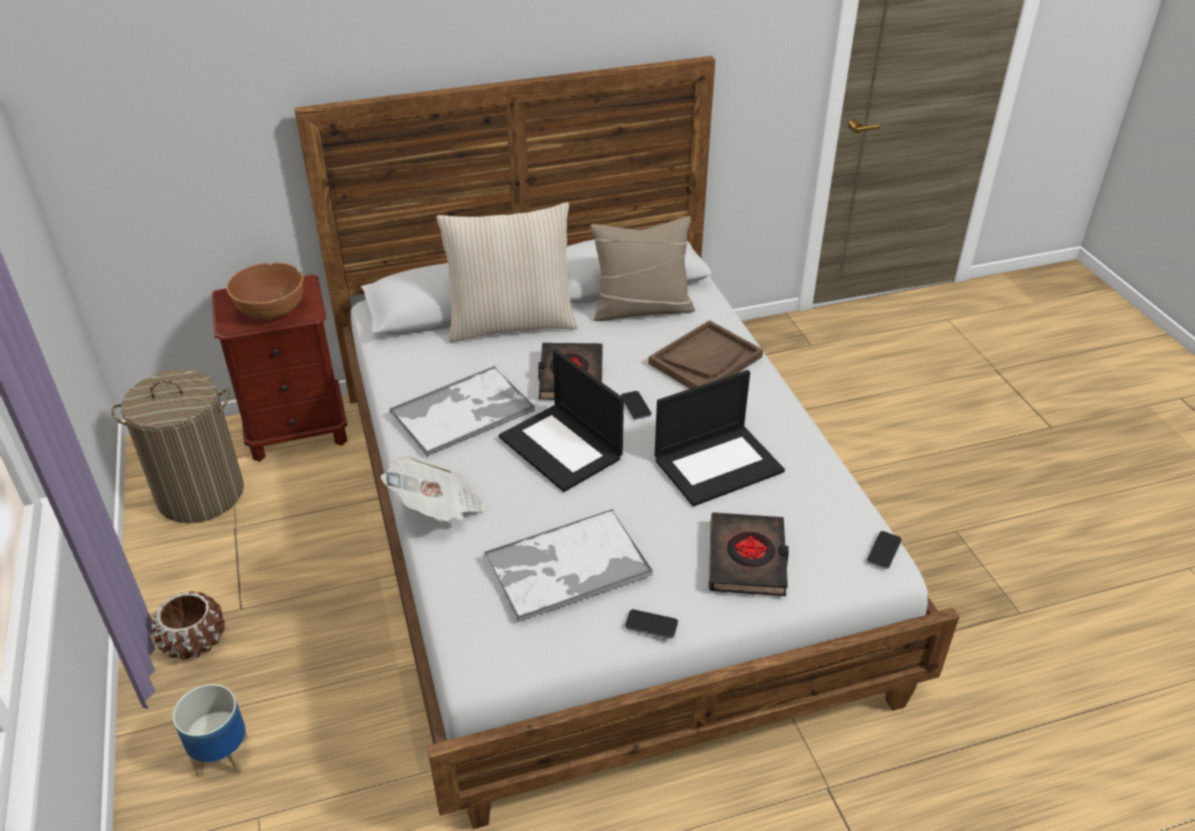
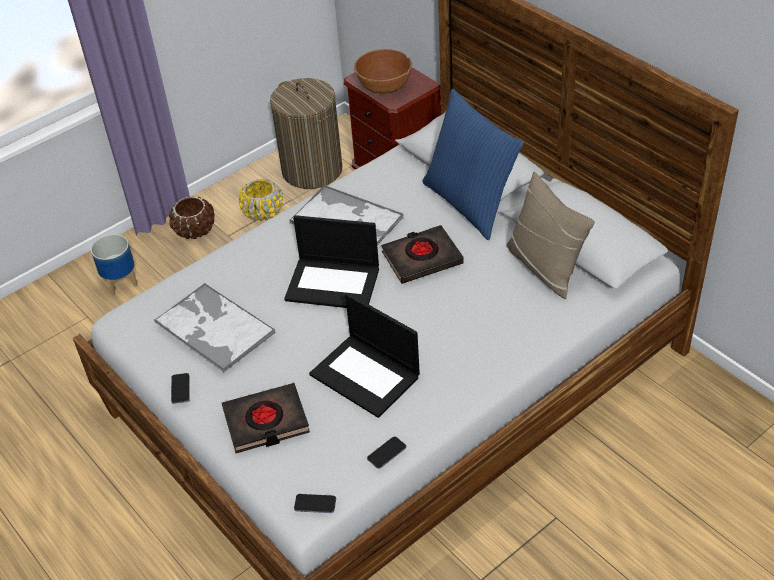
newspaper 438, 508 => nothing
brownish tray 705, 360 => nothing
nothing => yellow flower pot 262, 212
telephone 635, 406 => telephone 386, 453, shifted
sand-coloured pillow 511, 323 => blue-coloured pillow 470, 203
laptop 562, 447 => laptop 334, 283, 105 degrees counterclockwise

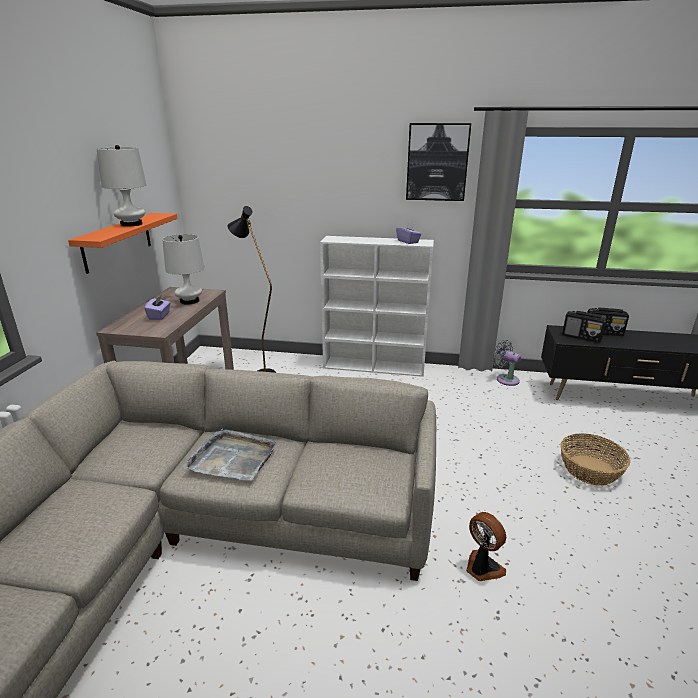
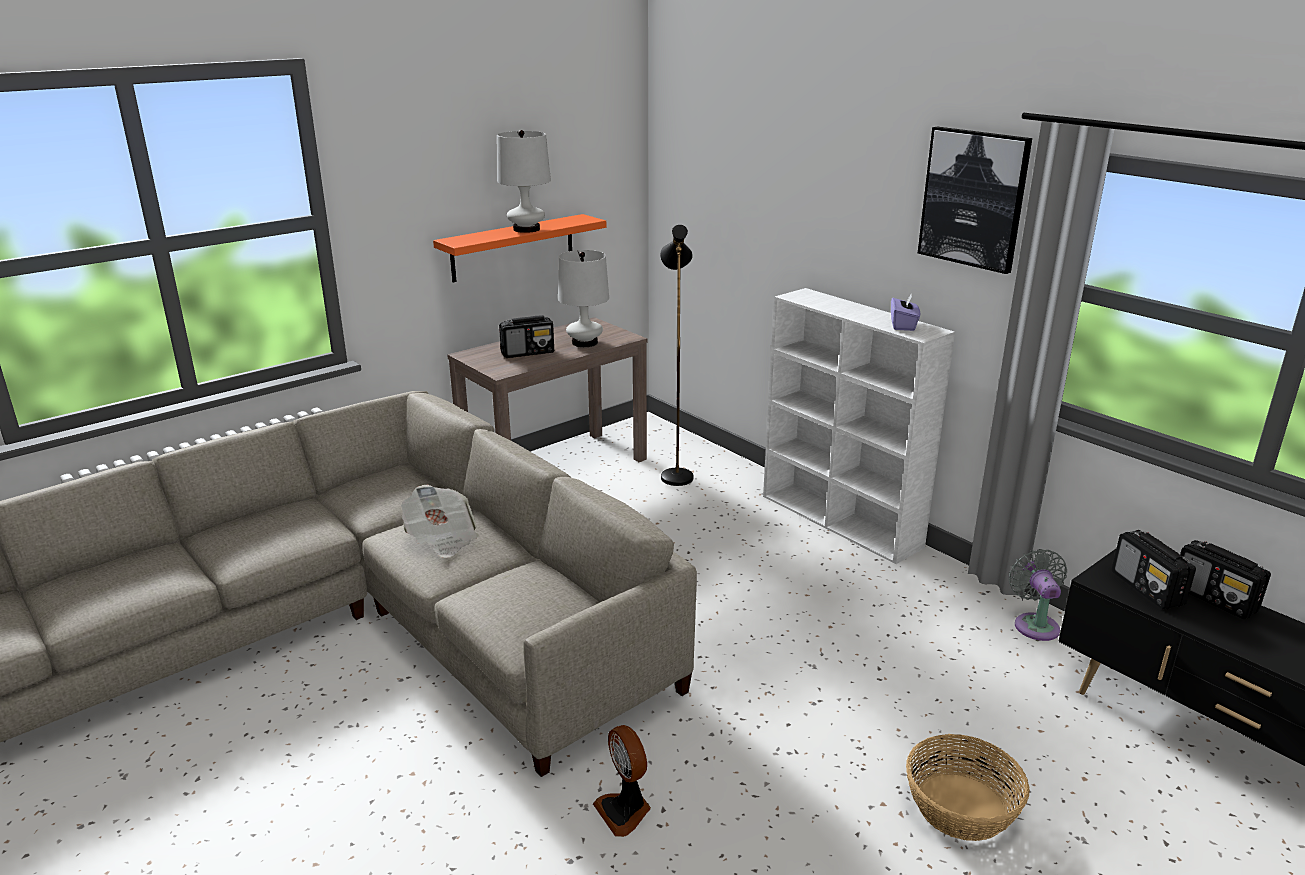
purple box of tissues 159, 316 => radio set 528, 353
grey tray 233, 458 => newspaper 441, 538
electric fan 482, 568 => electric fan 625, 811, 150 degrees clockwise

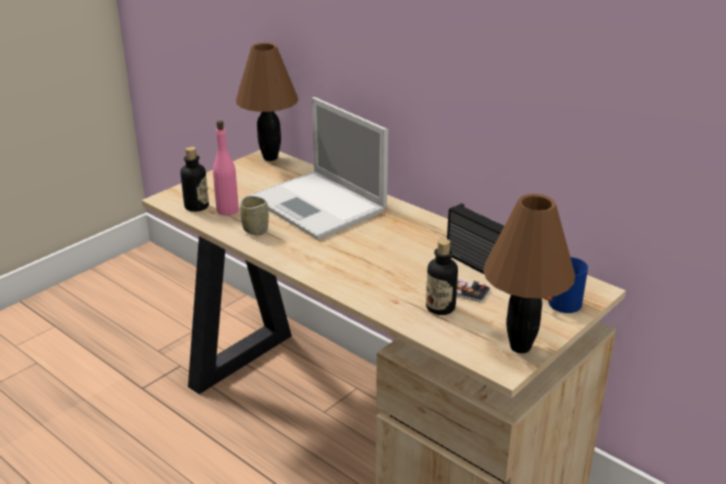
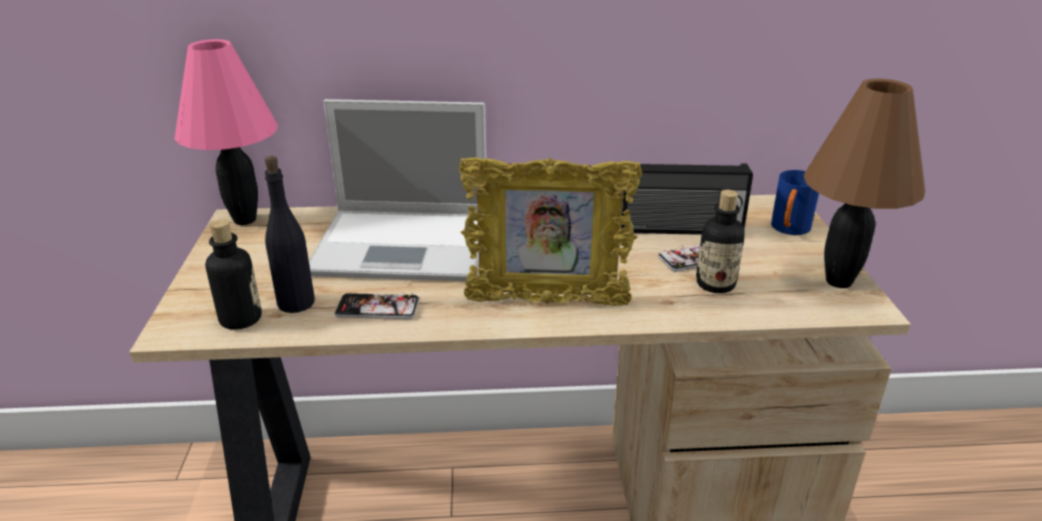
nothing => standing frame 547, 302
small cup 255, 230 => telephone 377, 308
pinkish drink bottle 227, 210 => black-coloured drink bottle 296, 303
brownish lamp for a table 270, 157 => pinkish lamp for a table 244, 220

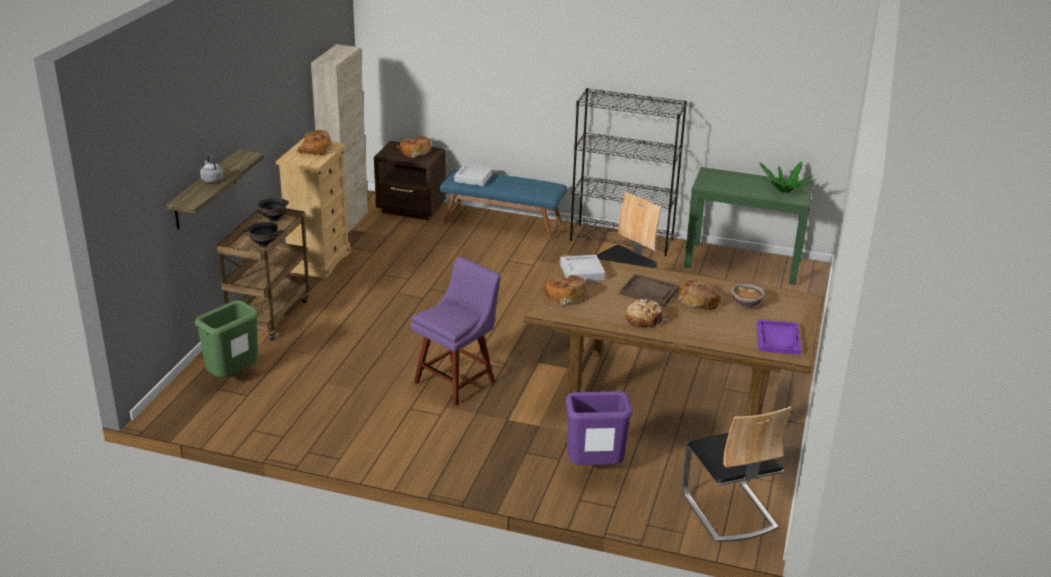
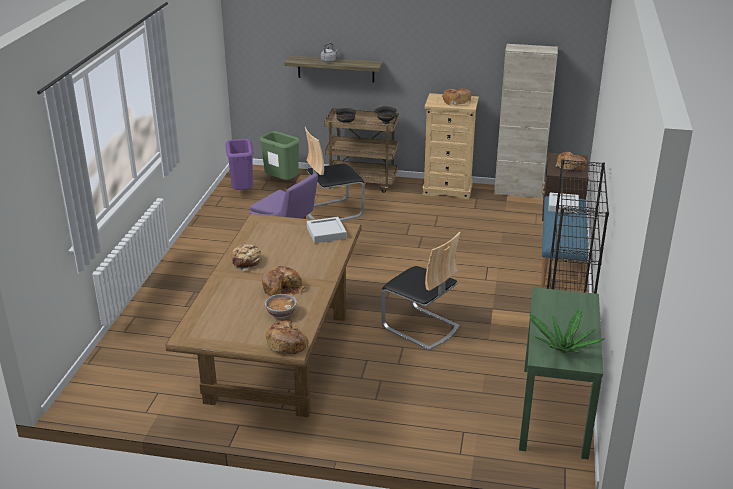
brownish tray 649, 291 => nothing
purple tray 778, 339 => nothing
bread 564, 295 => bread 287, 343, shifted
purple trash can 594, 469 => purple trash can 242, 191, shifted
plain chair 728, 510 => plain chair 333, 211, shifted

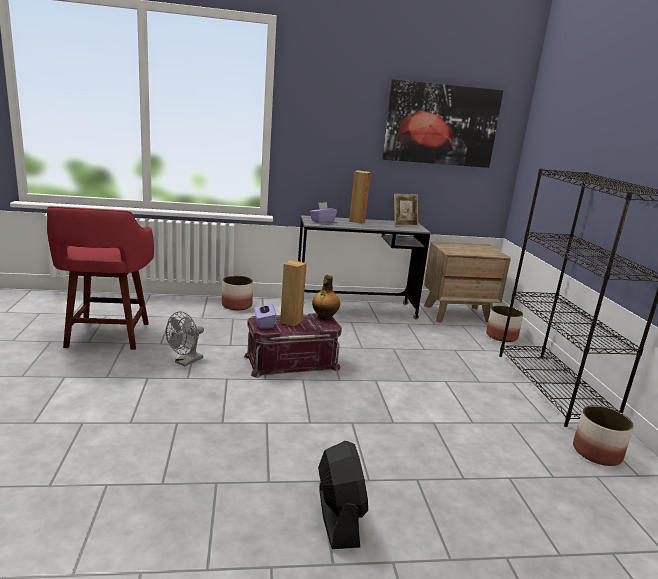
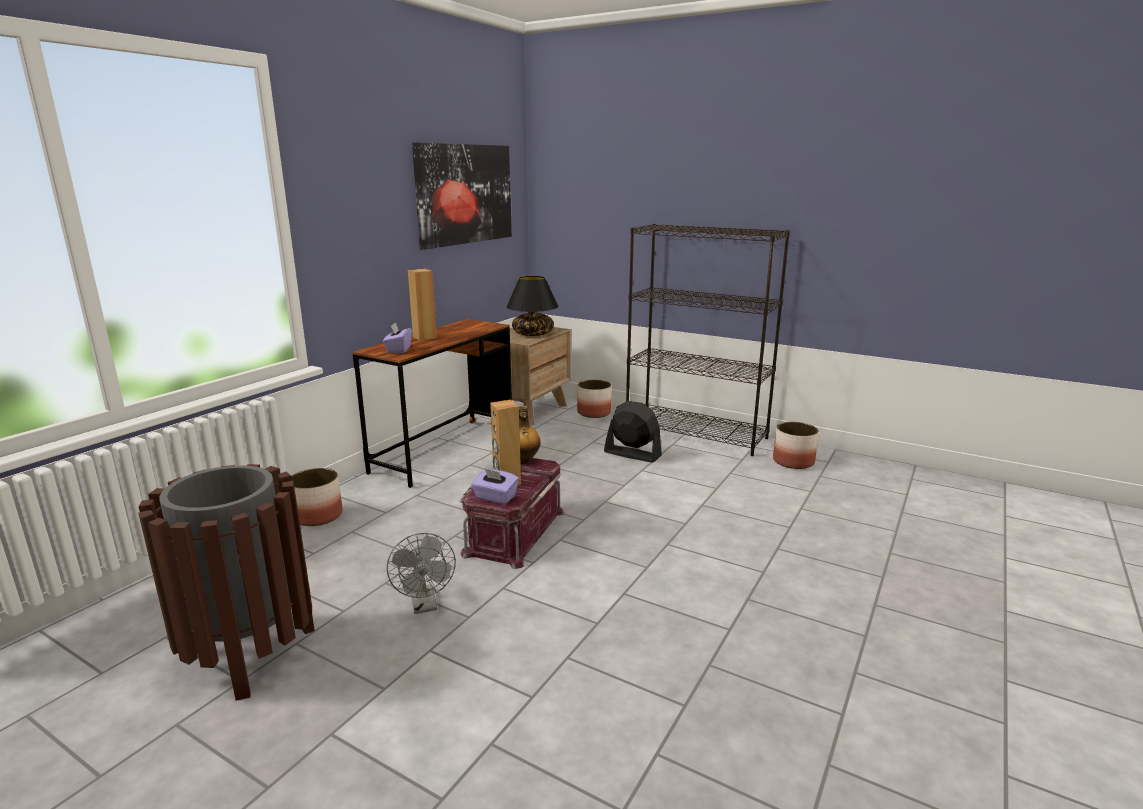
standing frame 404, 225 => nothing
nothing => black-coloured lamp for a table 533, 334
black-coloured electric fan 338, 517 => black-coloured electric fan 632, 454, shifted
red-coloured sitting stool 107, 336 => brownish trash can 249, 655
grey desk unit 355, 309 => brownish desk unit 444, 451

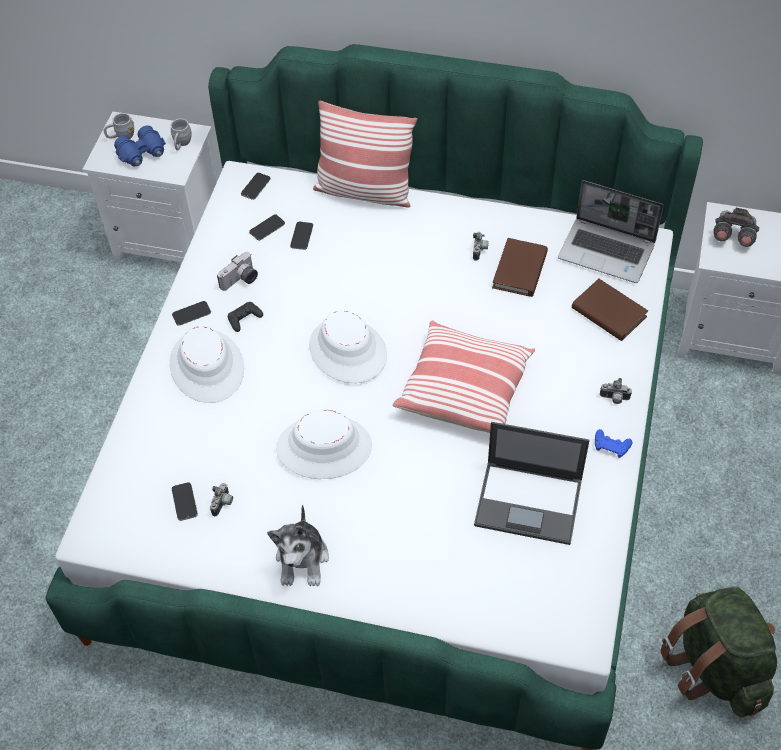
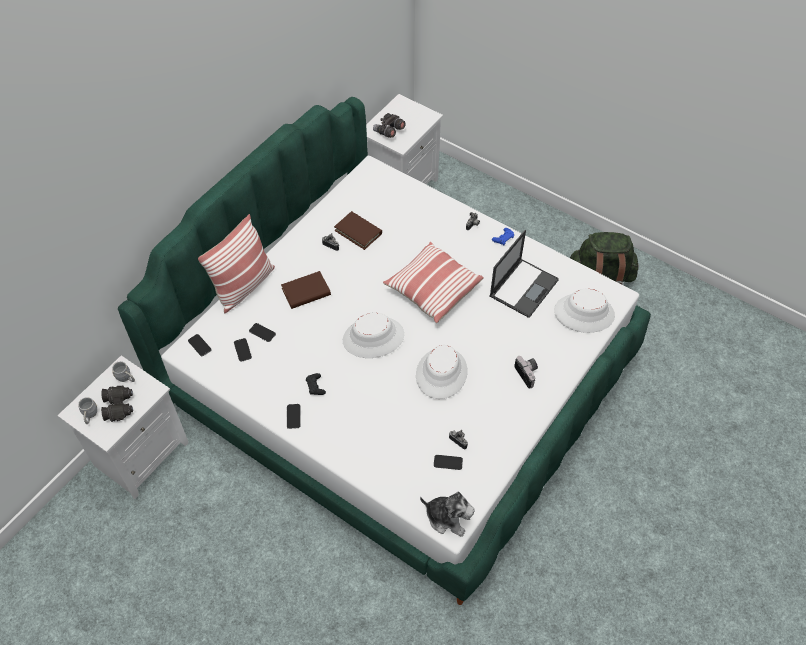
laptop 607, 251 => nothing
whitish clothing hat 207, 366 => whitish clothing hat 584, 313, shifted
still camera 241, 281 => still camera 528, 374, shifted
soft toy 302, 559 => soft toy 448, 517, shifted
brownish book 608, 313 => brownish book 306, 292, shifted
blue-coloured field glasses 143, 154 => black-coloured field glasses 119, 406

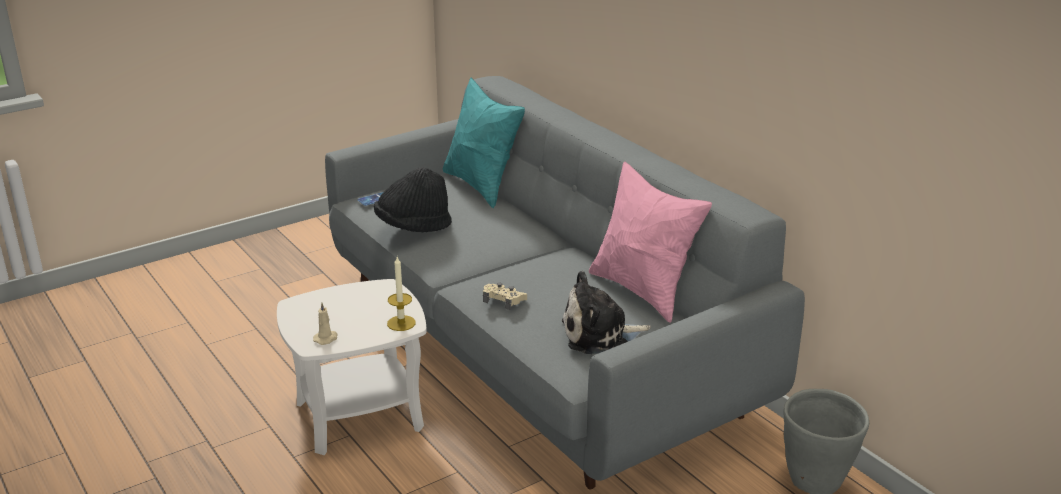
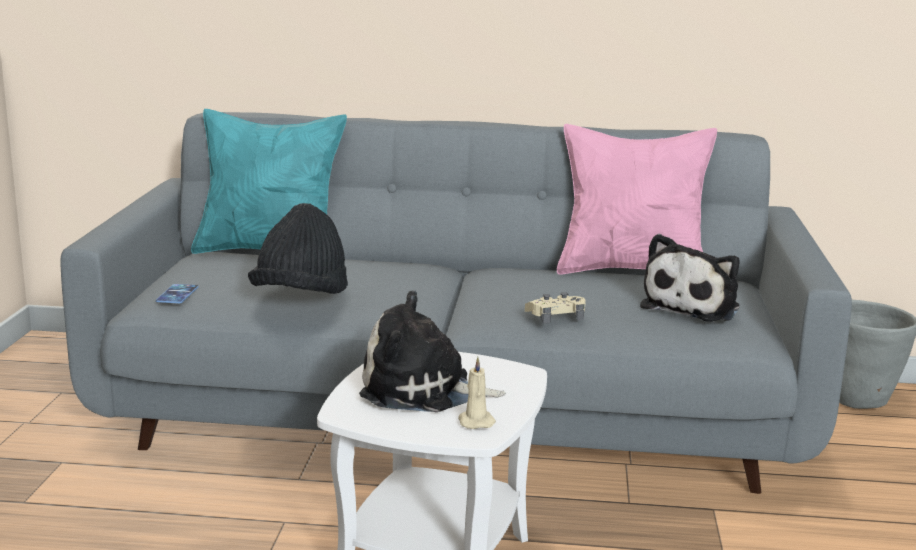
candle 401, 323 => nothing
nothing => soft toy 423, 390

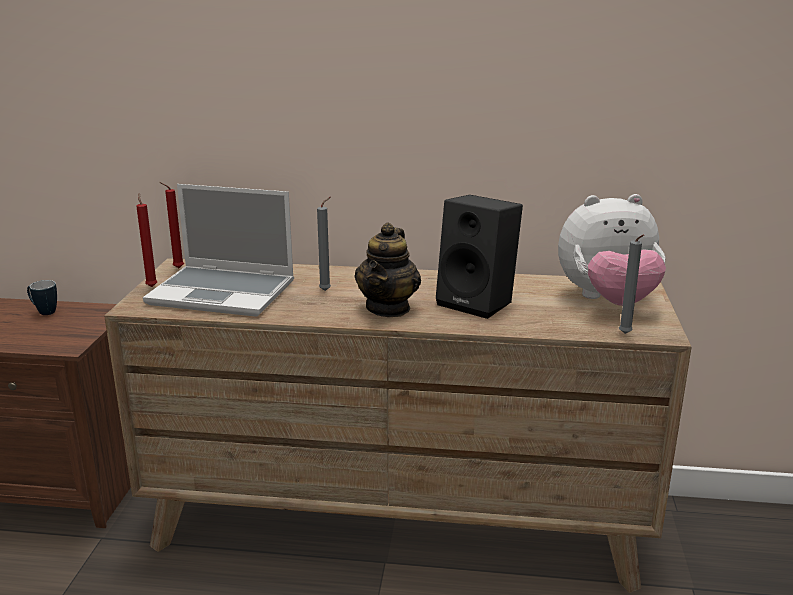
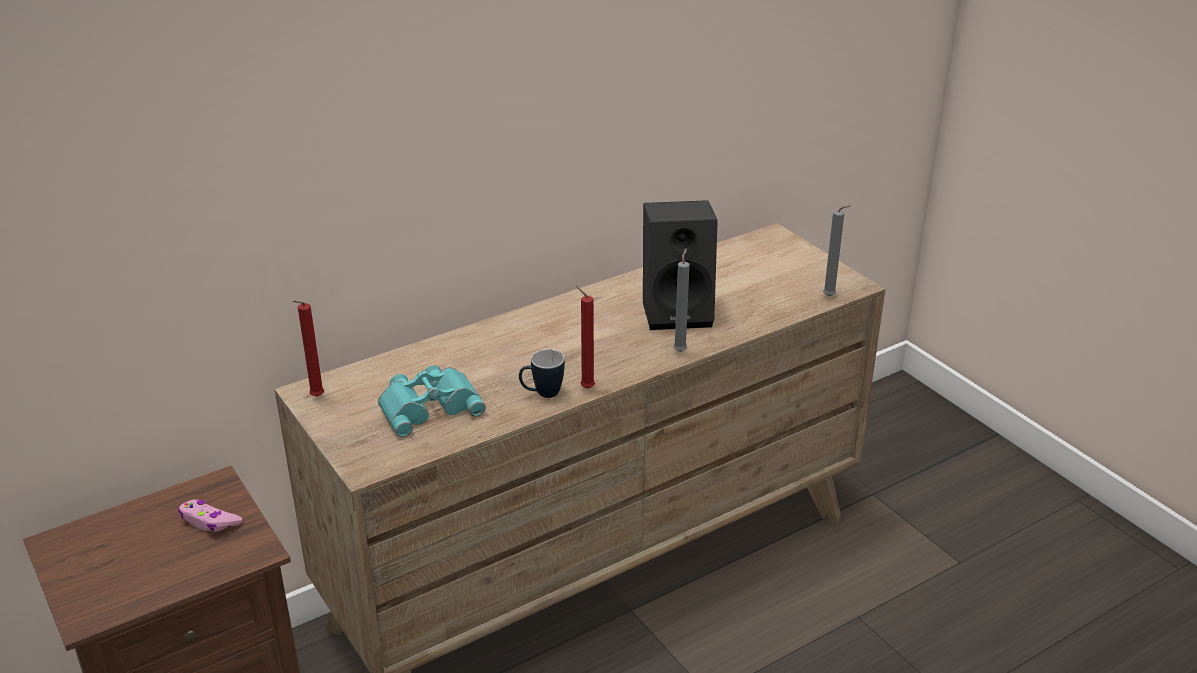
tea pot 388, 308 => nothing
soft toy 607, 301 => nothing
nothing => pinkish gamepad 209, 521
mug 44, 312 => mug 542, 394, shifted
red-coloured candle 151, 286 => red-coloured candle 585, 387, shifted
grey candle 327, 290 => grey candle 680, 350, shifted
laptop 224, 293 => turquoise-coloured field glasses 429, 405

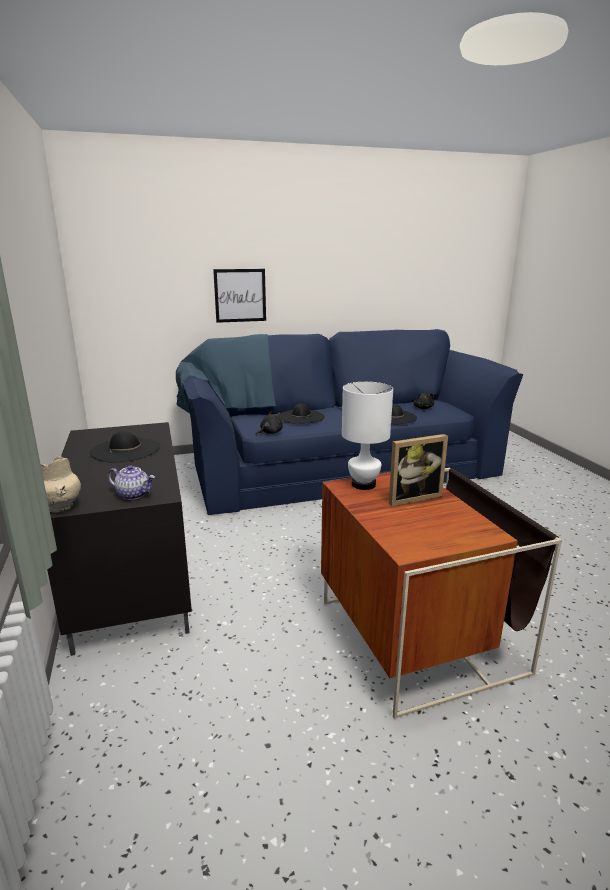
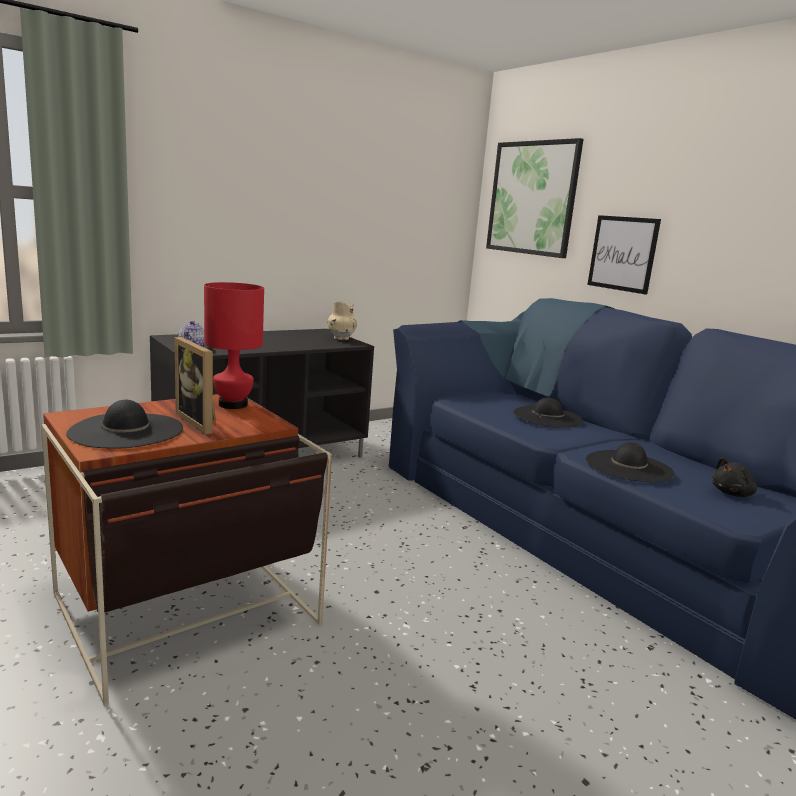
black-coloured soft toy 270, 433 => nothing
nothing => picture 532, 198
sand-coloured vase 60, 507 => sand-coloured vase 341, 338, shifted
black-coloured clothing hat 125, 449 => black-coloured clothing hat 126, 430, shifted
whitish lamp for a table 363, 484 => red-coloured lamp for a table 234, 404

